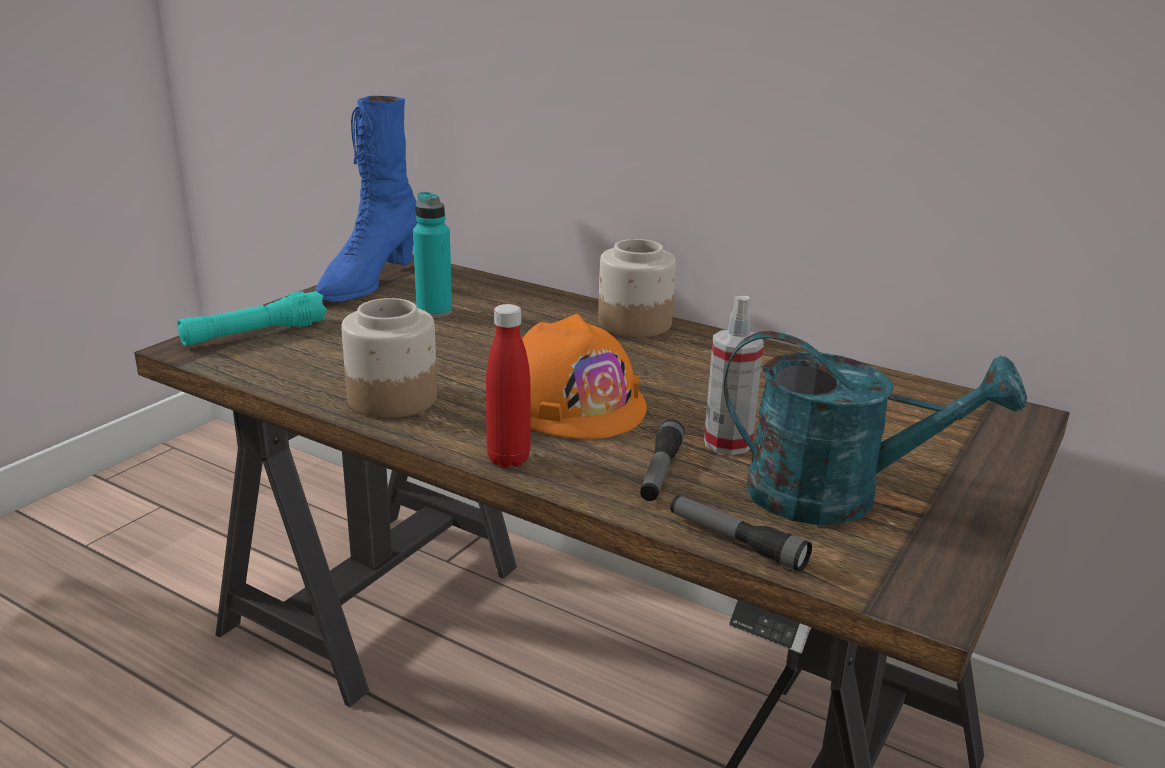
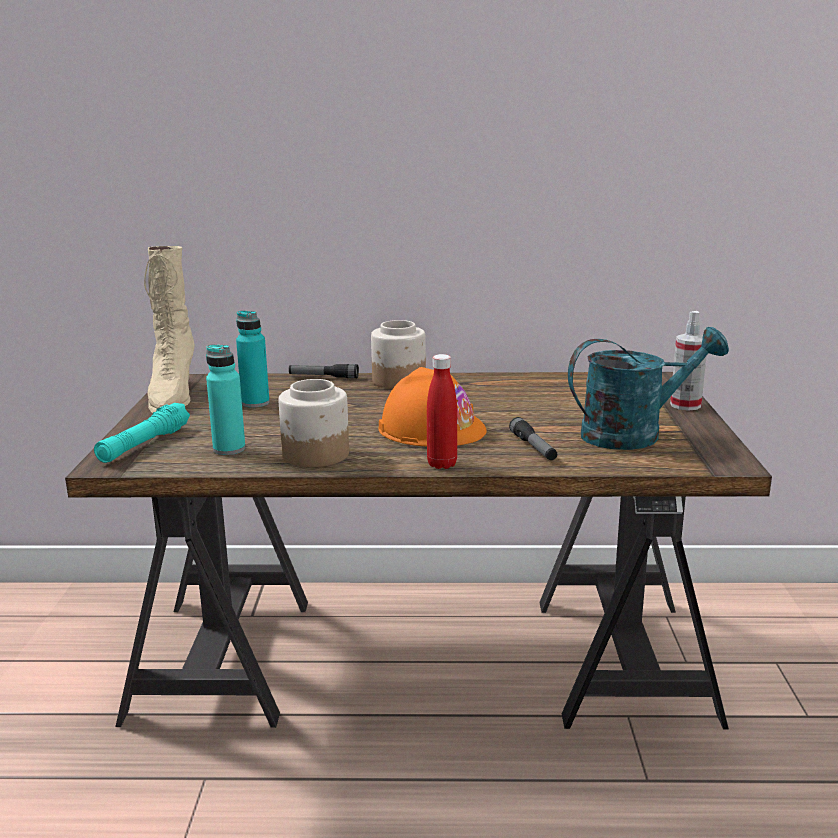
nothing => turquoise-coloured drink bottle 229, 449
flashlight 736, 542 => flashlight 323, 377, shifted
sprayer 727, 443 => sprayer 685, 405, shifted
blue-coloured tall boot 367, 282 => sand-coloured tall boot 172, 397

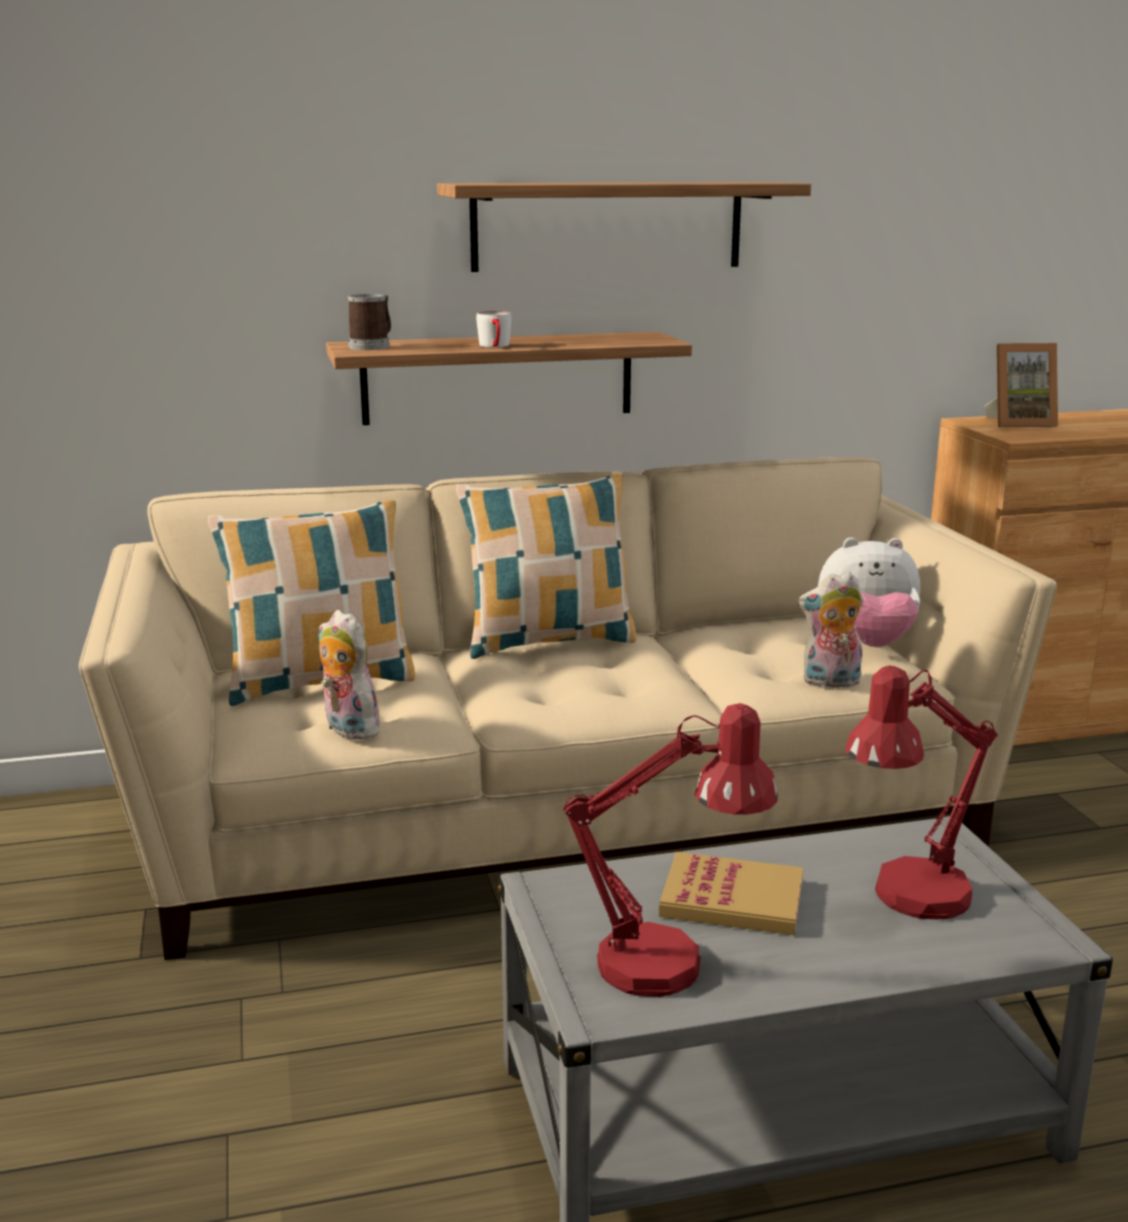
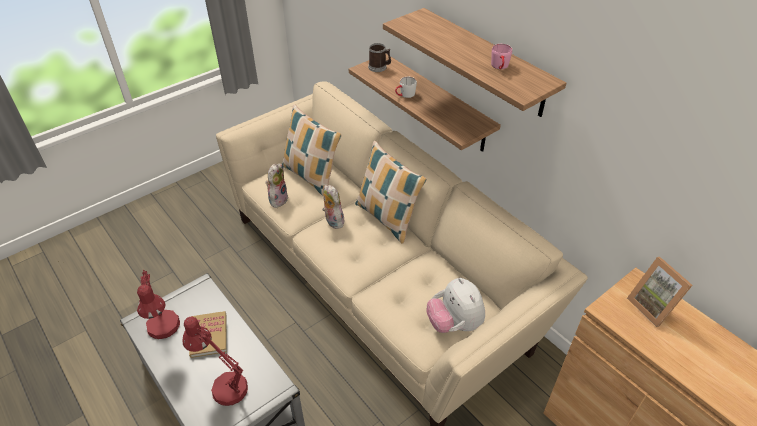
nothing => pinkish mug 500, 67
soft toy 830, 682 => soft toy 332, 221, shifted

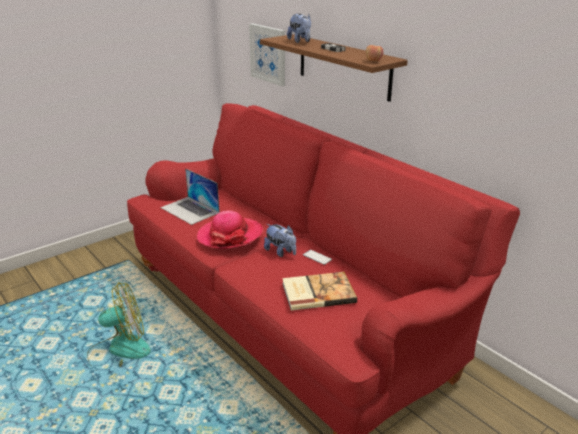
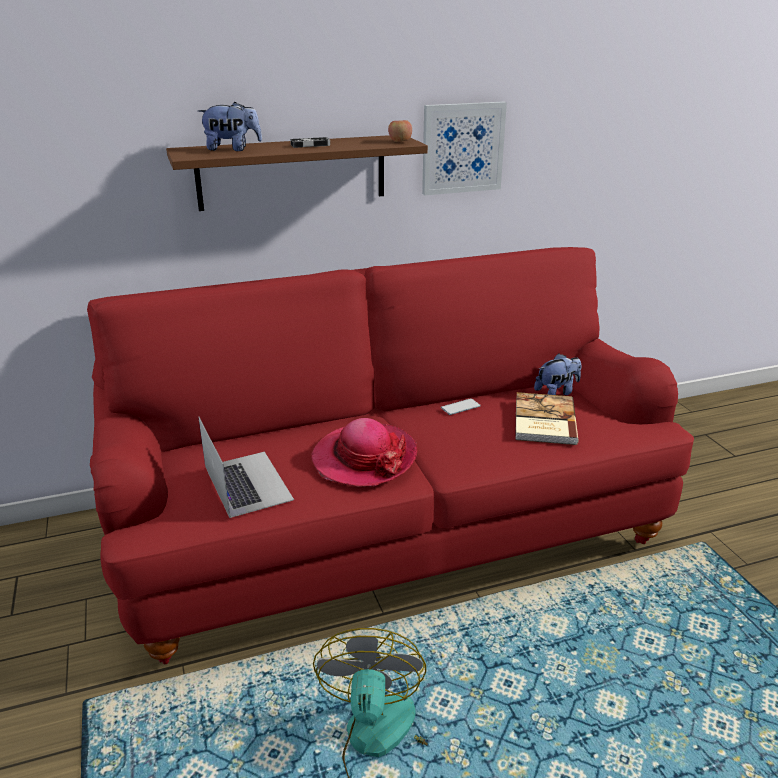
picture 268, 54 => picture 462, 148, shifted
soft toy 281, 252 => soft toy 557, 392, shifted
laptop 190, 210 => laptop 247, 482, 90 degrees counterclockwise

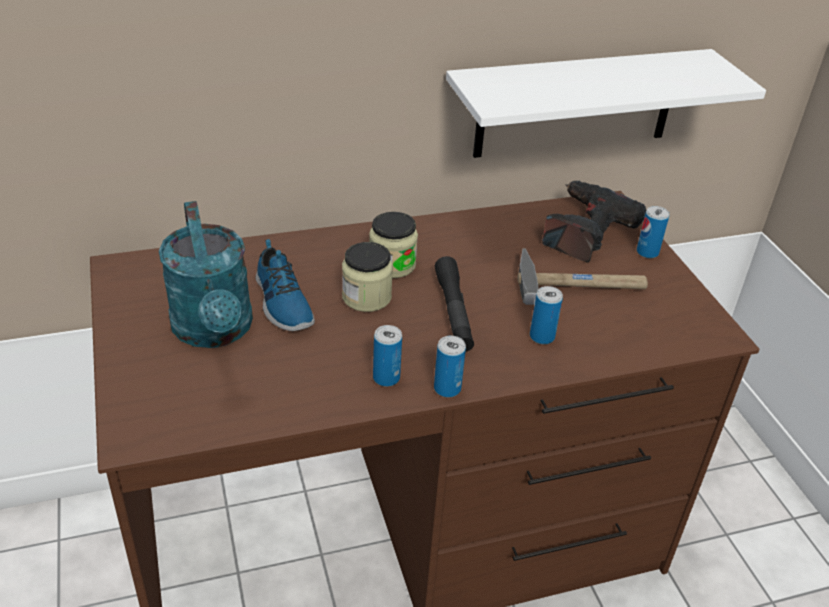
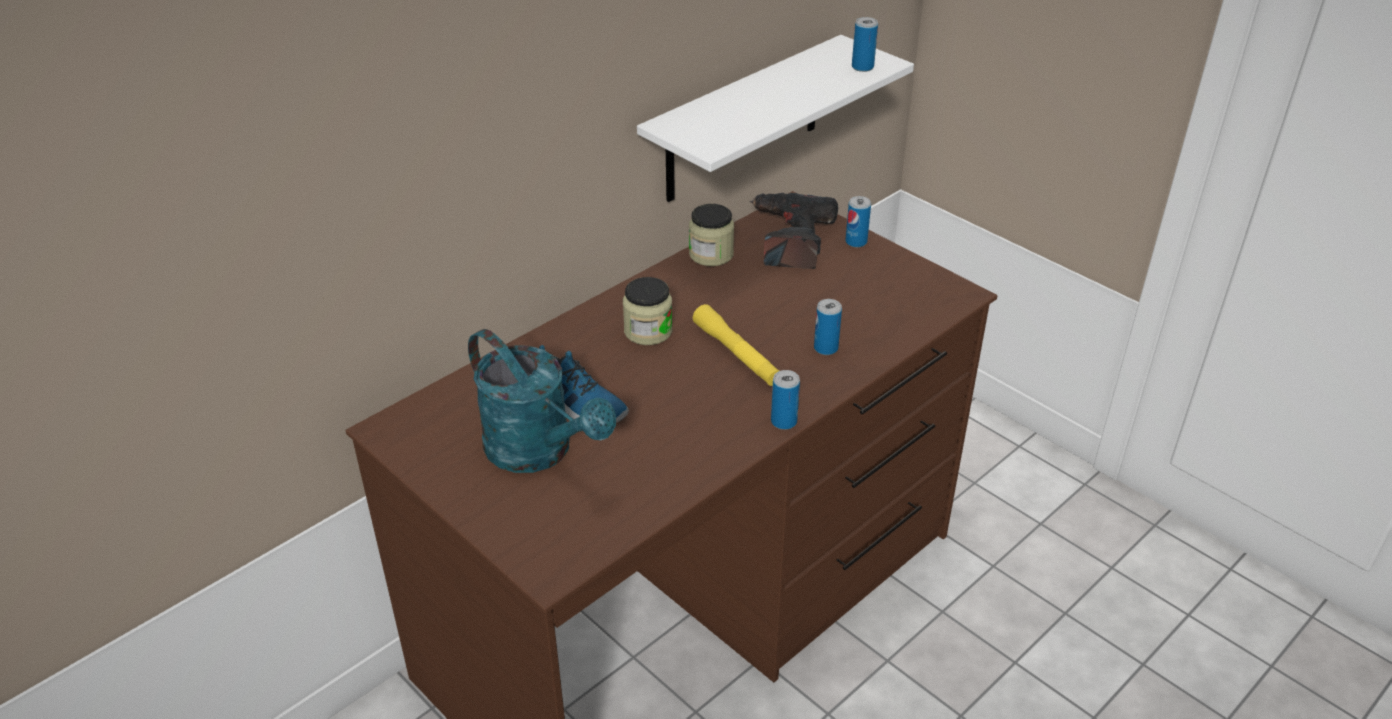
hand hammer 580, 283 => nothing
preserve jar 366, 297 => preserve jar 711, 254, shifted
sealed can 386, 378 => sealed can 862, 67, shifted
black-coloured flashlight 453, 312 => yellow flashlight 736, 354

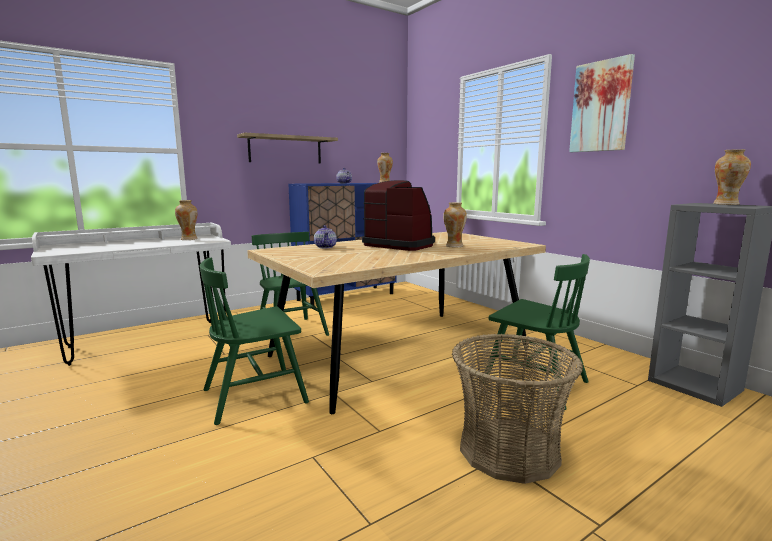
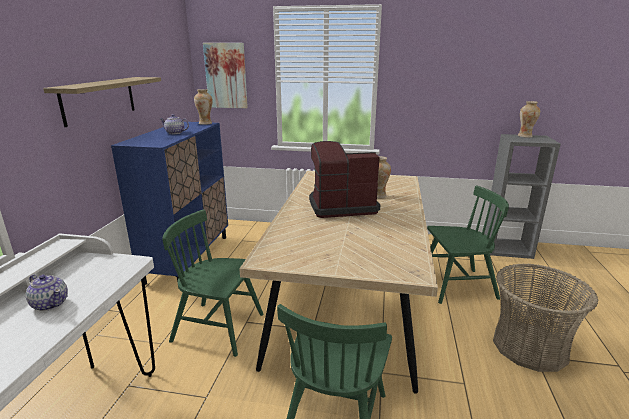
vase 189, 239 => nothing
tea pot 325, 247 => tea pot 50, 303, shifted
picture 601, 106 => picture 226, 76, shifted

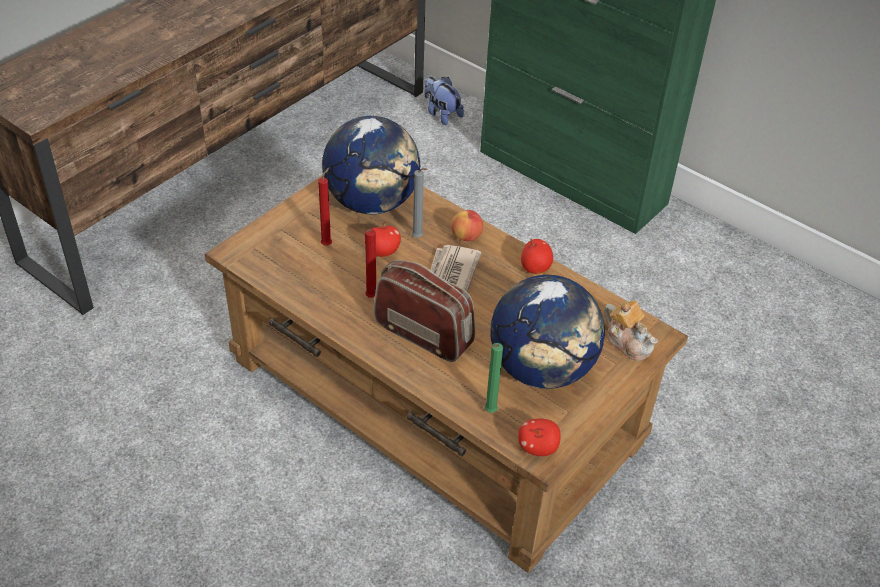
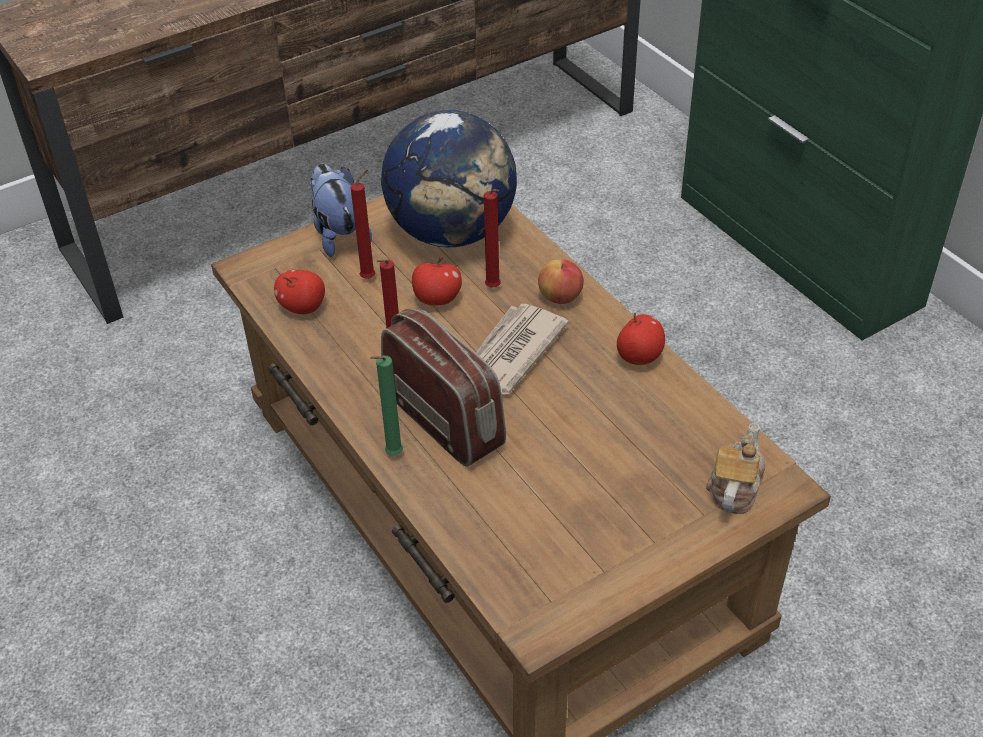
globe 542, 369 => nothing
soft toy 441, 114 => soft toy 339, 234, shifted
green-coloured candle 489, 412 => green-coloured candle 392, 455, shifted
apple fruit 538, 448 => apple fruit 303, 307, shifted
grey candle 418, 238 => red-coloured candle 494, 289
tea pot 628, 342 => tea pot 734, 488, 135 degrees counterclockwise

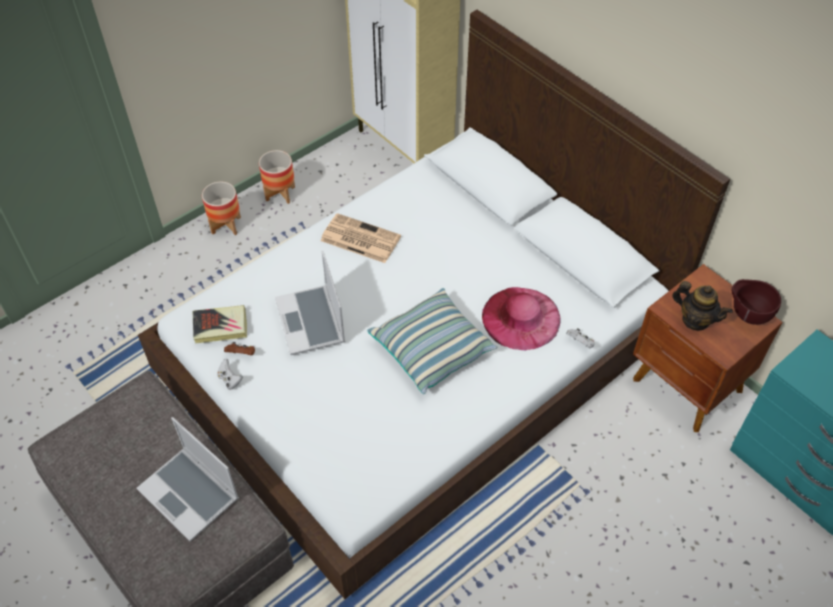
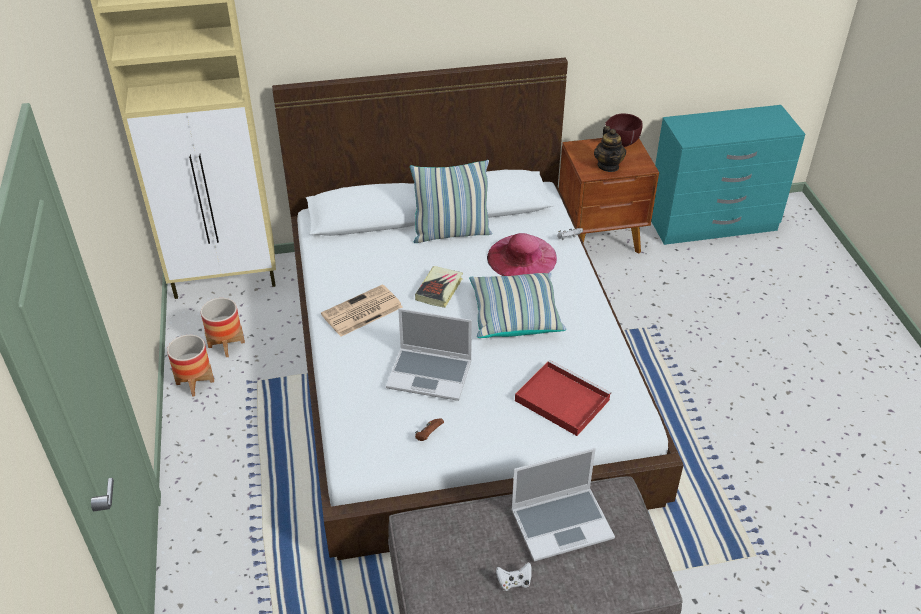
nothing => pillow 451, 233
nothing => red-coloured tray 560, 399
book 220, 327 => book 439, 289, shifted
flower pot 226, 225 => flower pot 226, 344, shifted
whitish gamepad 230, 380 => whitish gamepad 514, 582, shifted
tea pot 695, 320 => tea pot 608, 166, 105 degrees clockwise

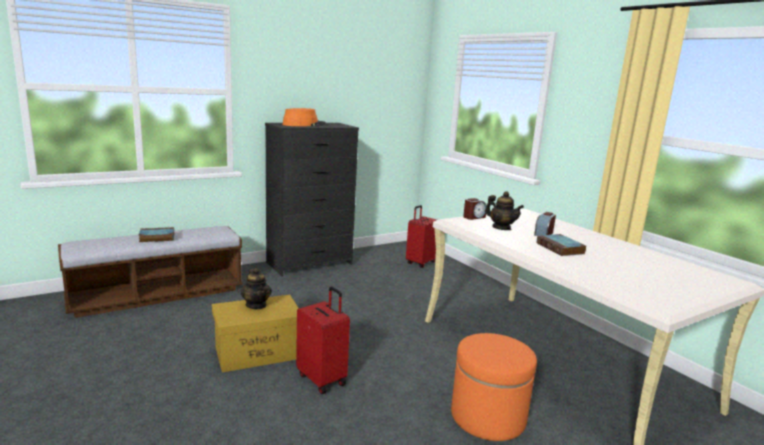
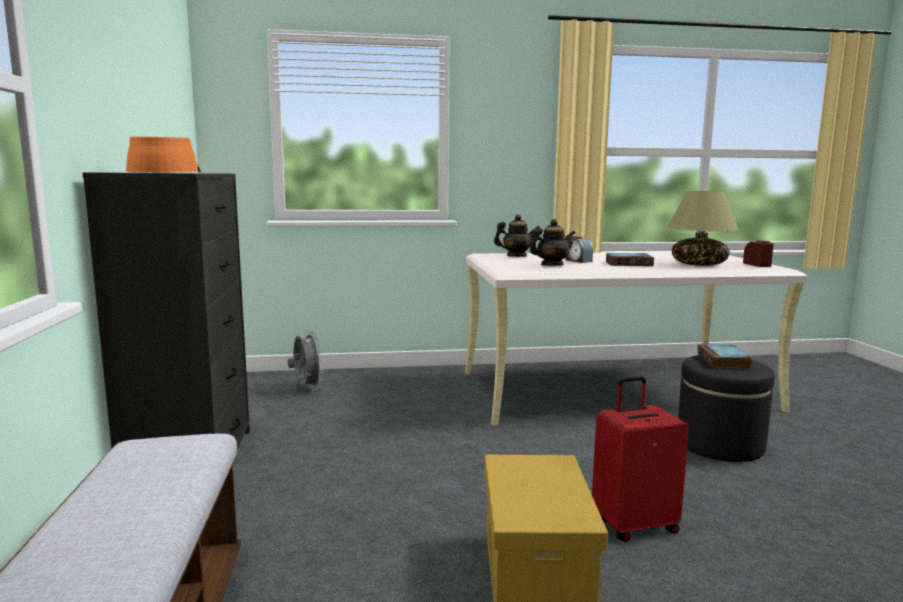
nothing => lamp for a table 698, 264
book 156, 237 => book 724, 361, shifted
tea pot 256, 305 => tea pot 516, 256, shifted
bedside clock 474, 217 => bedside clock 757, 265, shifted
red-coloured suitcase 420, 263 => grey electric fan 306, 389
orangey ottoman 488, 416 => black-coloured ottoman 719, 444

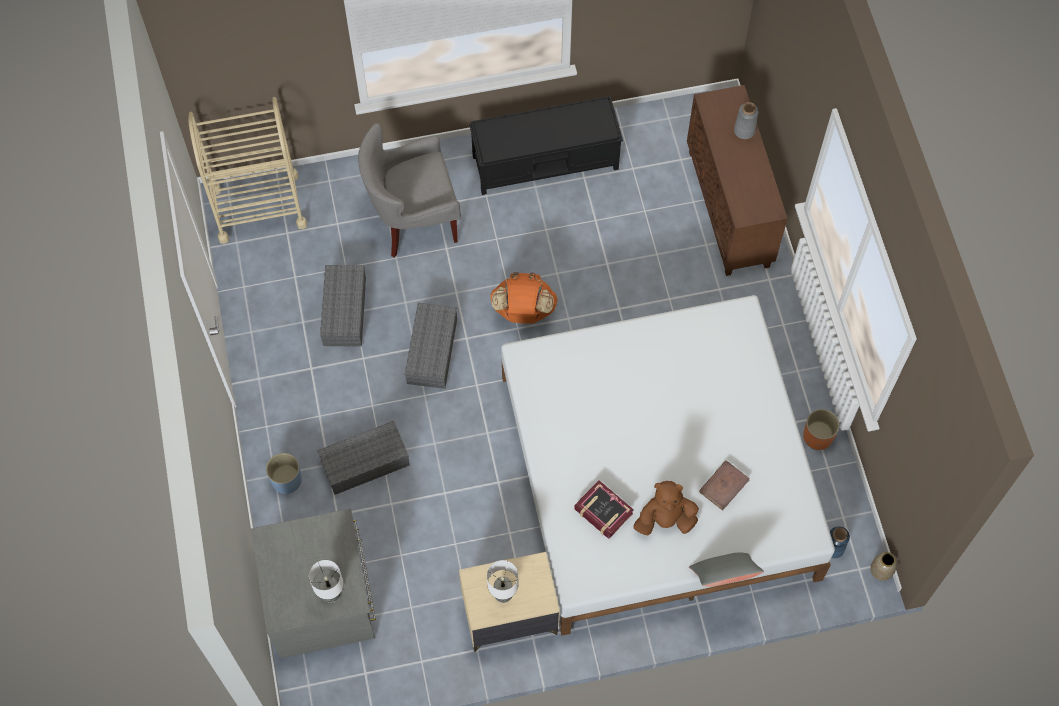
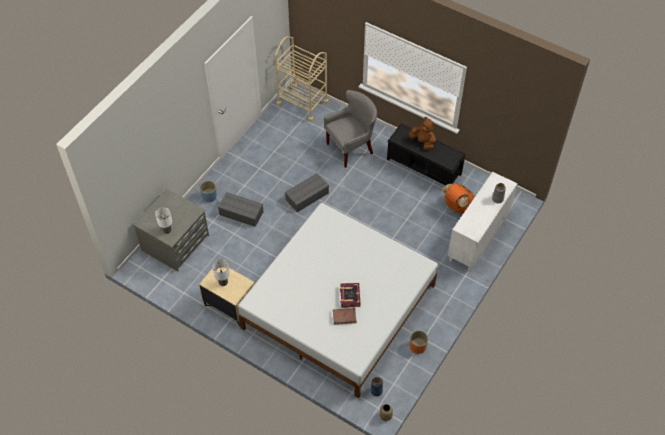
grey storage box 344, 310 => nothing
grey pillow 722, 577 => nothing
orangey backpack 523, 311 => orangey backpack 457, 206, shifted
book 603, 512 => book 349, 296, shifted
brownish soft toy 665, 520 => brownish soft toy 423, 142, shifted
brownish storage cabinet 729, 209 => whitish storage cabinet 478, 238
grey easy chair 413, 221 => grey easy chair 351, 149, 120 degrees clockwise

